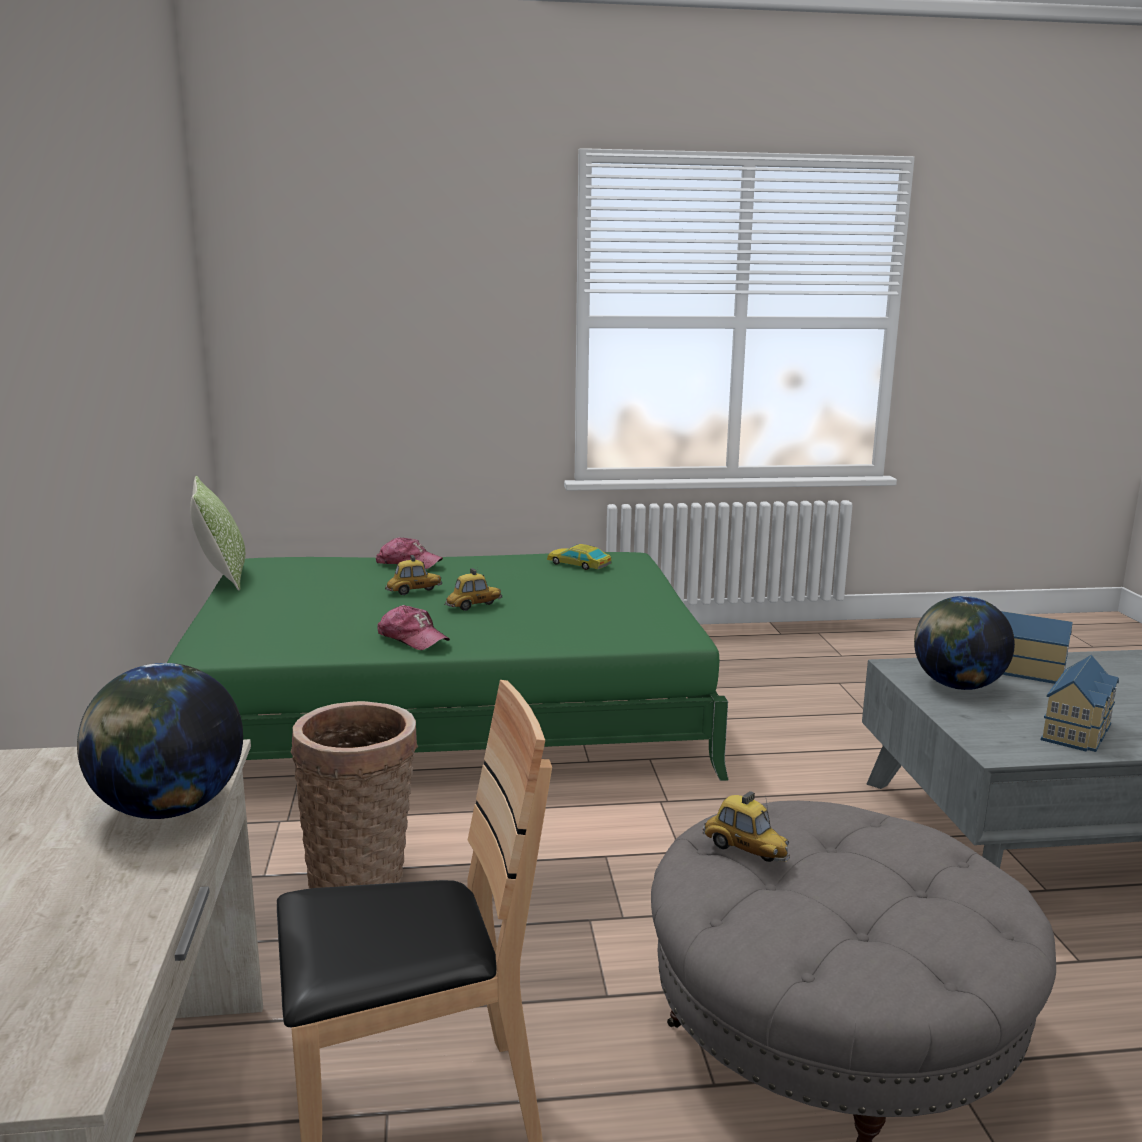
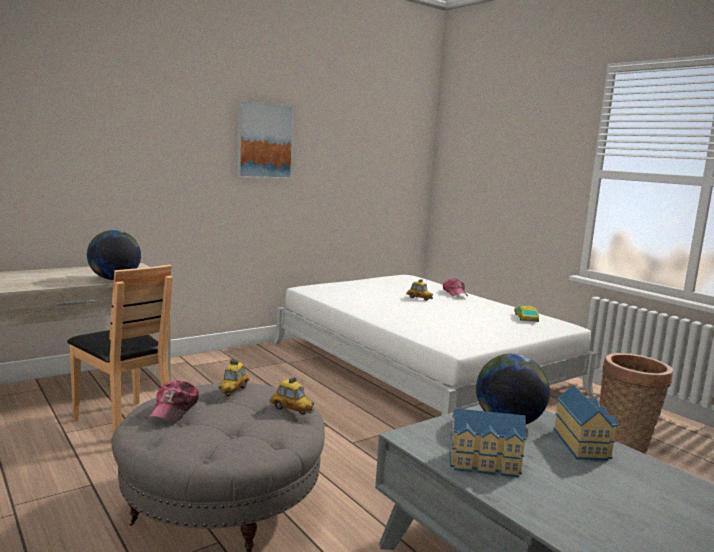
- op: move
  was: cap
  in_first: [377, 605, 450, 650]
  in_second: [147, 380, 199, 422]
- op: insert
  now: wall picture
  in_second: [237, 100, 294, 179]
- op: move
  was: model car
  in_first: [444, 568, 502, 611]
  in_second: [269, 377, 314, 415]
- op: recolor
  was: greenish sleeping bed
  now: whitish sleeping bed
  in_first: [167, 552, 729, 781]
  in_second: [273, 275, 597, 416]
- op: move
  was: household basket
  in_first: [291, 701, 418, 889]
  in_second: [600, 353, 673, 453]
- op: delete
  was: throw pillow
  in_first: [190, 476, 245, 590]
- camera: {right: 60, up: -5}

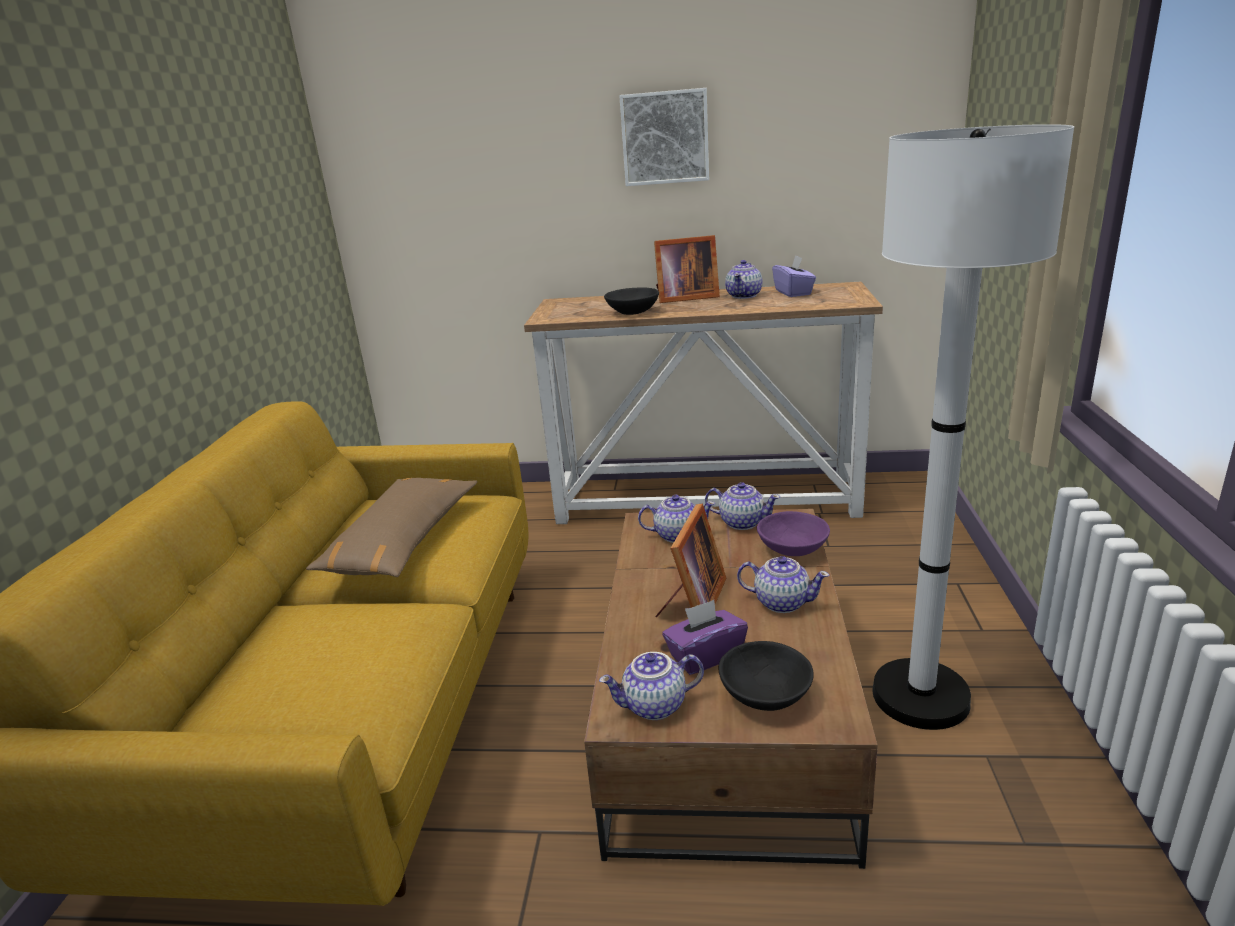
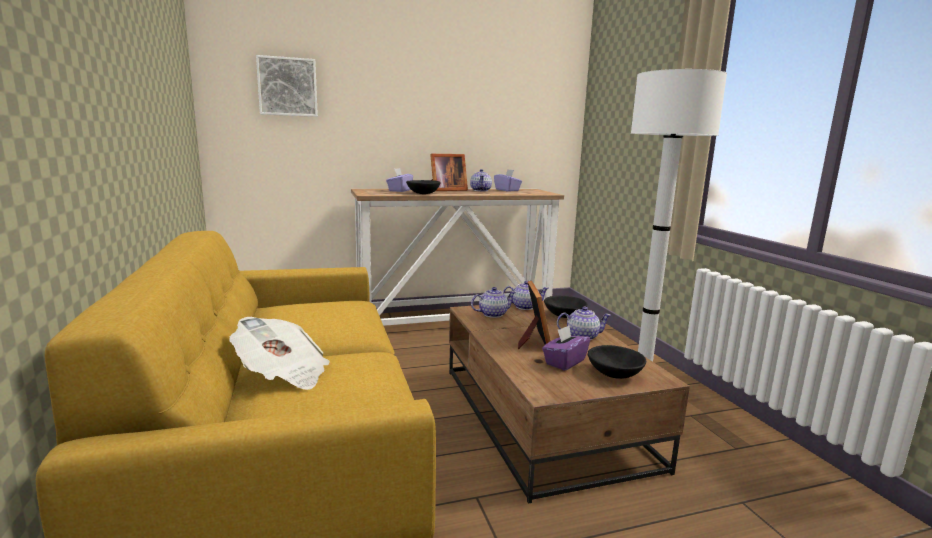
- op: insert
  now: daily paper
  in_second: [230, 317, 330, 390]
- op: move
  was: wall picture
  in_first: [619, 88, 709, 186]
  in_second: [256, 55, 318, 117]
- op: insert
  now: purplish box of tissues
  in_second: [386, 168, 413, 192]
- op: recolor
  was: purplish deep dish
  now: black-coloured deep dish
  in_first: [757, 511, 830, 556]
  in_second: [544, 296, 587, 318]
- op: delete
  was: brown-coloured throw pillow
  in_first: [306, 478, 477, 577]
- op: delete
  was: pot for tea
  in_first: [599, 652, 704, 720]
- camera: {right: -25, up: -10}

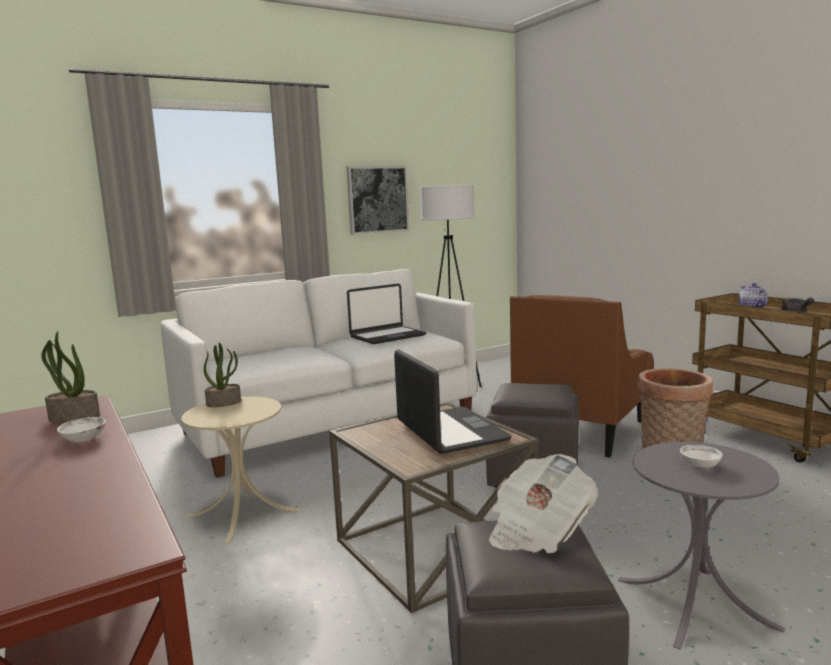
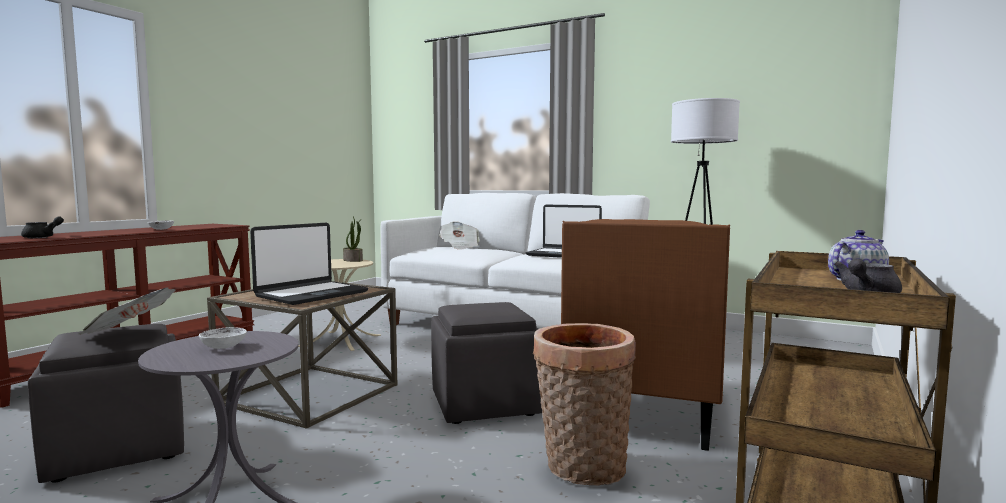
- op: insert
  now: black-coloured pot for tea
  in_second: [21, 216, 64, 238]
- op: insert
  now: daily paper
  in_second: [439, 221, 480, 250]
- op: rotate
  was: brown-coloured easy chair
  in_first: [510, 295, 654, 458]
  in_second: [561, 219, 730, 451]
  clockwise: -75
- op: delete
  was: plant in a pot
  in_first: [41, 331, 100, 423]
- op: delete
  was: wall picture
  in_first: [346, 166, 410, 235]
- camera: {right: 60, up: -5}

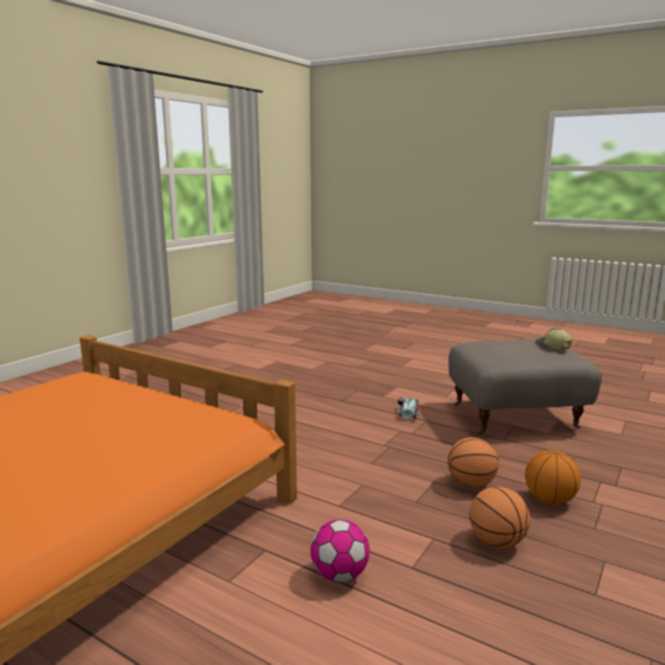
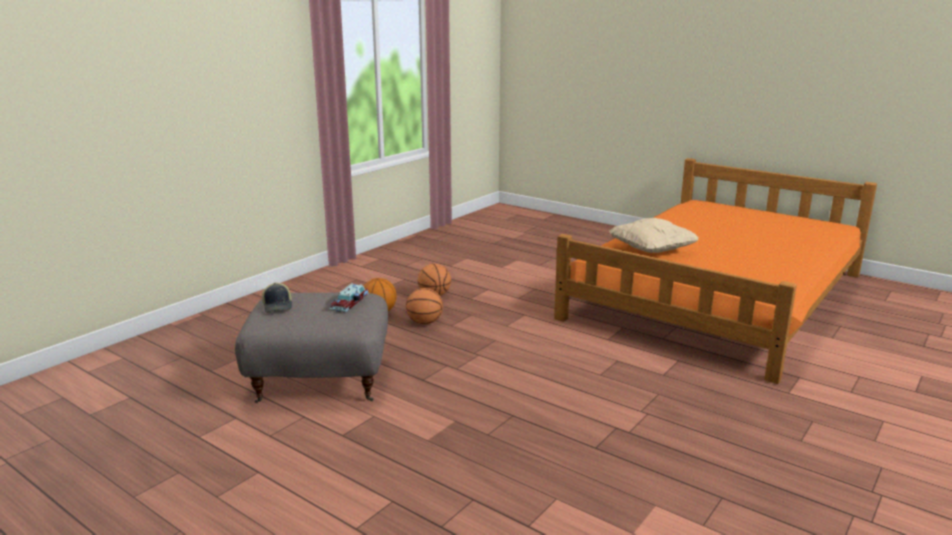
- op: move
  was: model car
  in_first: [397, 396, 419, 421]
  in_second: [330, 283, 369, 312]
- op: insert
  now: beige throw pillow
  in_second: [609, 218, 698, 253]
- op: delete
  was: football
  in_first: [311, 519, 370, 582]
- camera: {right: -175, up: 5}

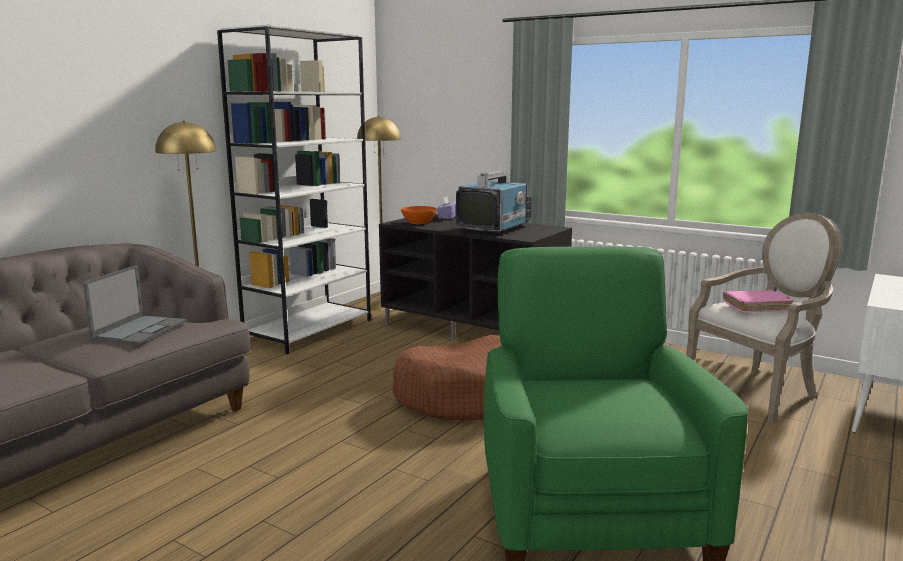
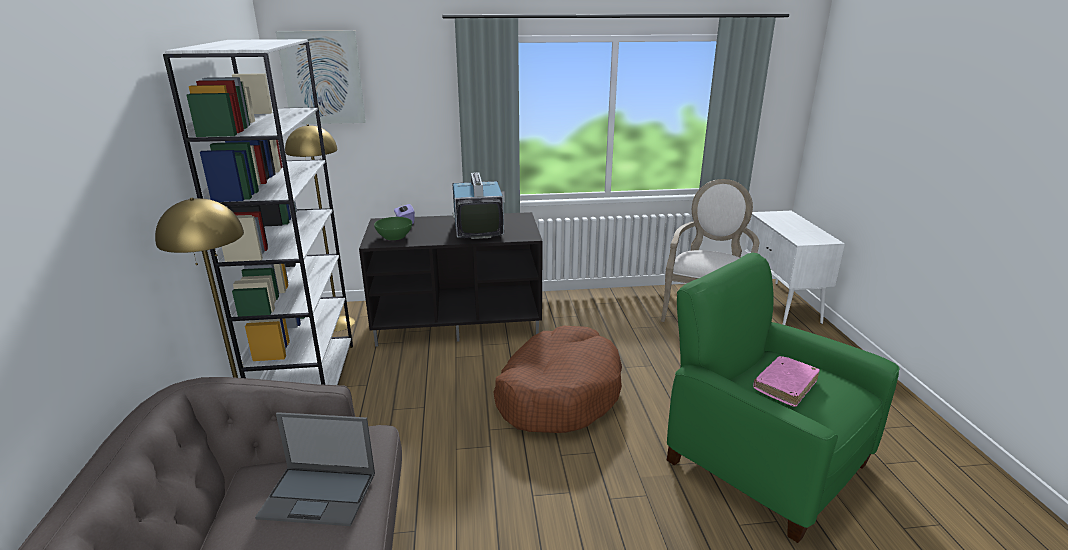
- op: rotate
  was: portable computer
  in_first: [83, 265, 187, 344]
  in_second: [255, 412, 375, 526]
  clockwise: 120
- op: insert
  now: wall picture
  in_second: [276, 31, 366, 124]
- op: recolor
  was: orange-coloured deep dish
  now: greenish deep dish
  in_first: [401, 206, 437, 224]
  in_second: [374, 217, 412, 240]
- op: move
  was: pinkish volume
  in_first: [723, 291, 794, 313]
  in_second: [753, 356, 820, 407]
- camera: {right: -40, up: 10}

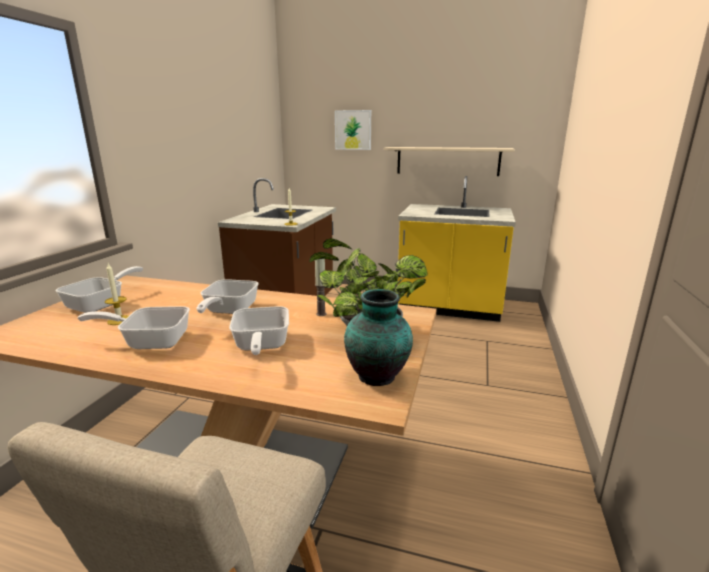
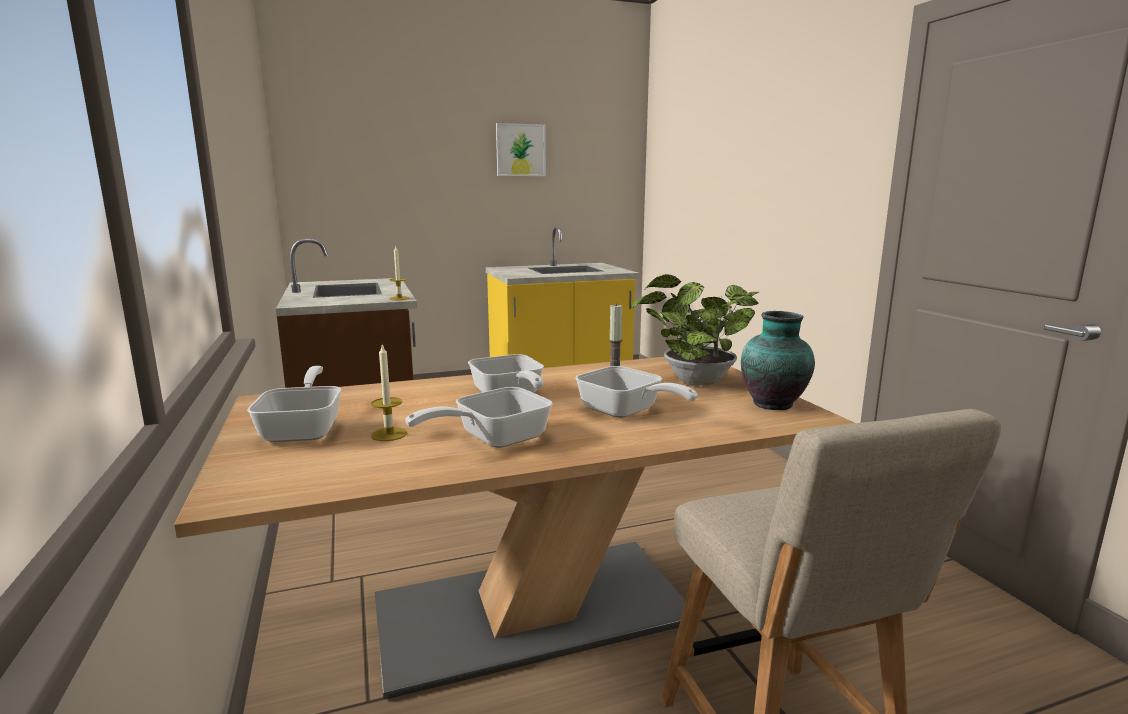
- op: move
  was: wall picture
  in_first: [335, 110, 371, 150]
  in_second: [496, 123, 546, 176]
- op: delete
  was: beige wall shelf
  in_first: [384, 147, 515, 176]
- camera: {right: -35, up: -5}

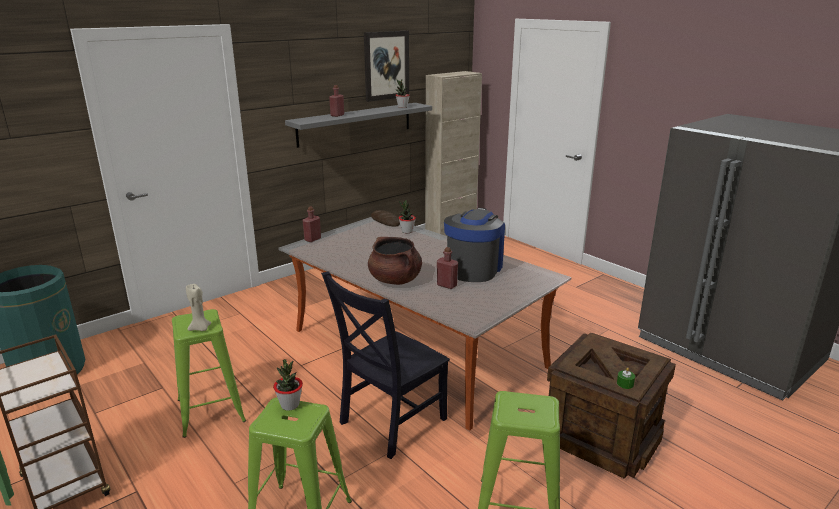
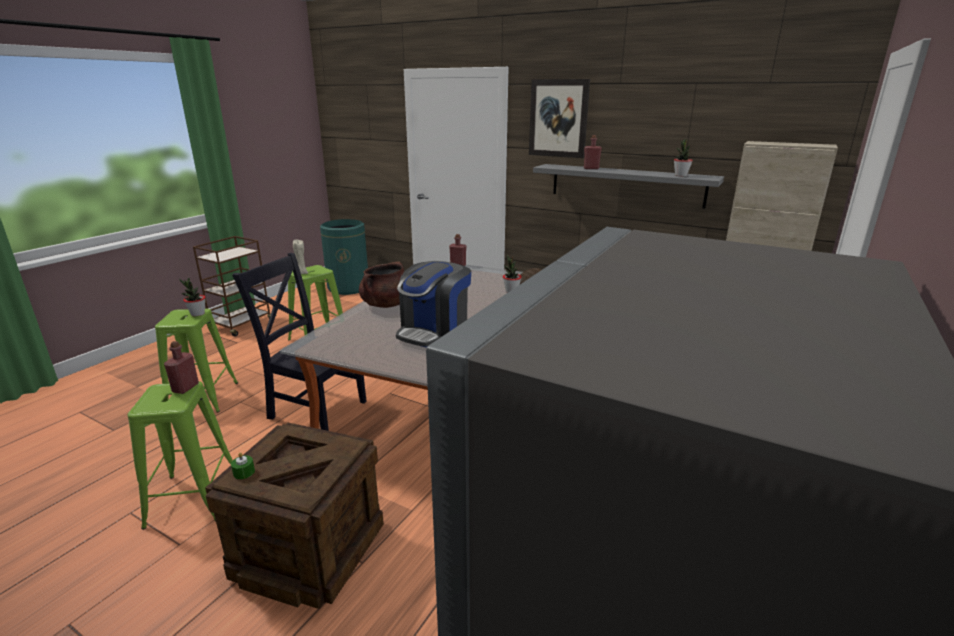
- op: move
  was: red-coloured beverage bottle
  in_first: [437, 247, 458, 289]
  in_second: [164, 341, 199, 394]
- op: rotate
  was: coffee maker
  in_first: [444, 208, 505, 282]
  in_second: [396, 261, 471, 347]
  clockwise: 120
- op: move
  was: wall picture
  in_first: [364, 31, 409, 102]
  in_second: [529, 79, 590, 158]
- camera: {right: 70, up: 0}

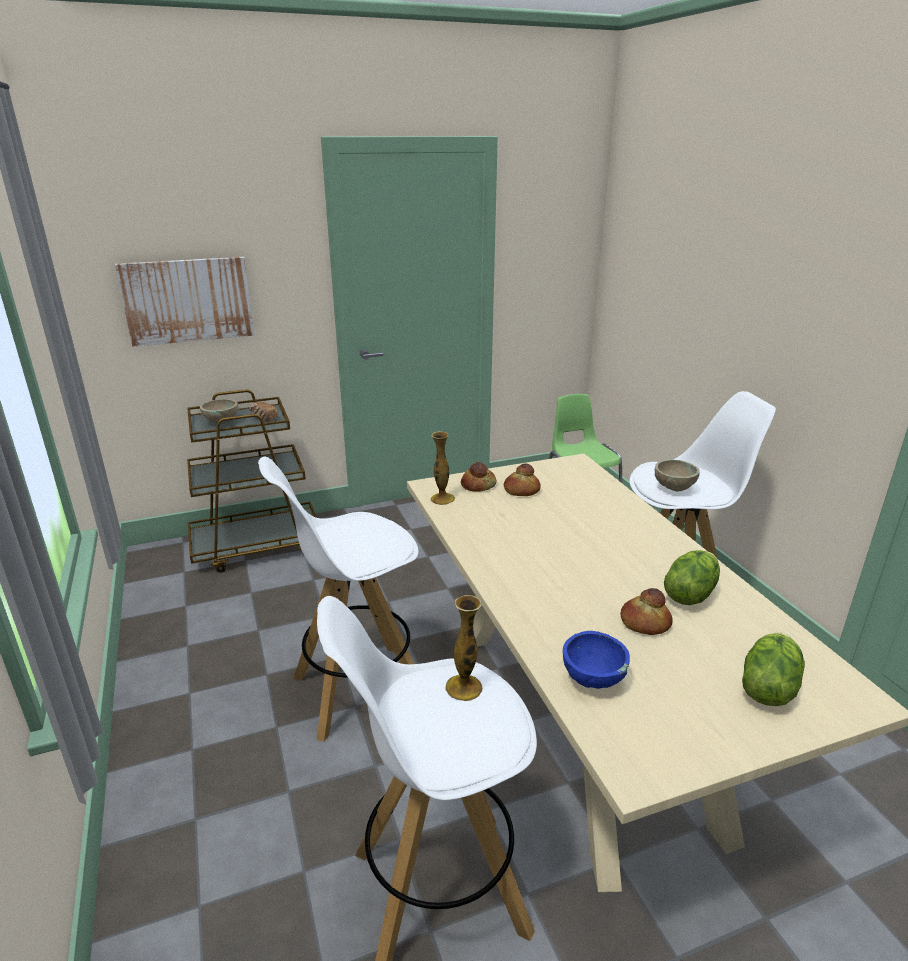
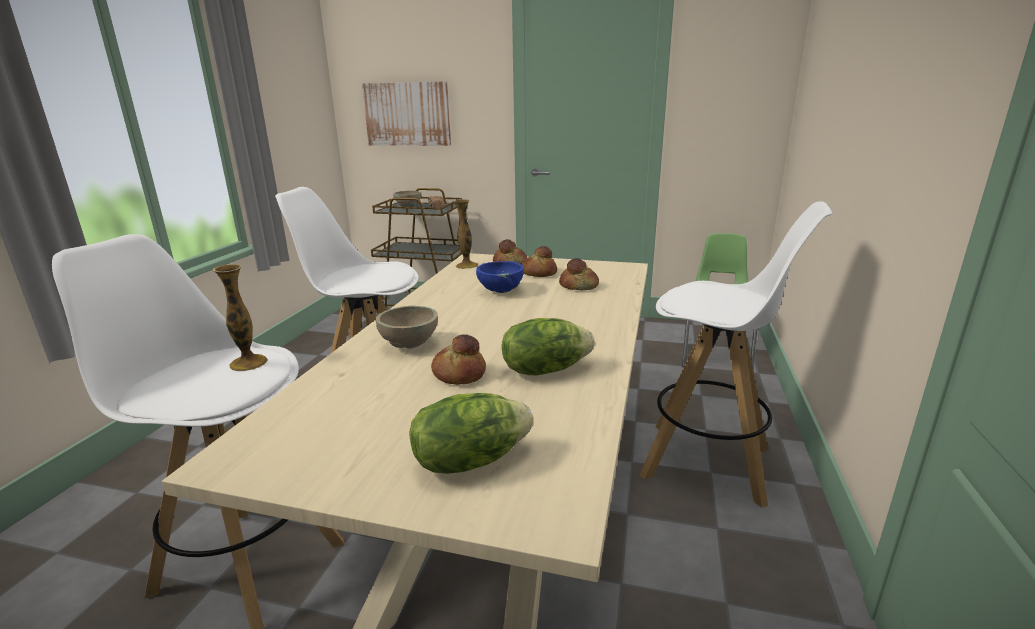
- op: move
  was: beige deep dish
  in_first: [655, 460, 700, 491]
  in_second: [375, 305, 438, 348]
- op: move
  was: blue-coloured deep dish
  in_first: [563, 631, 630, 689]
  in_second: [476, 261, 524, 293]
- op: insert
  now: baked bread
  in_second: [559, 258, 599, 290]
- camera: {right: 35, up: -5}

